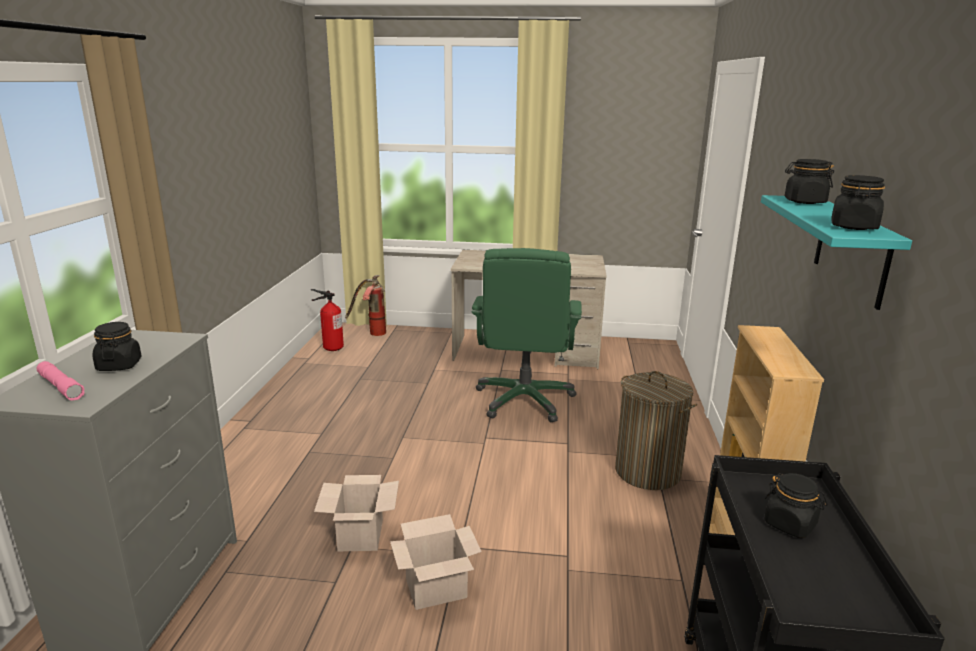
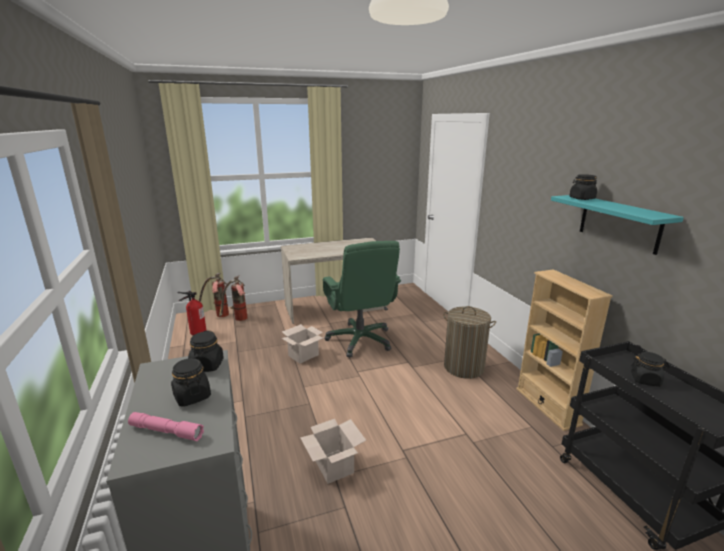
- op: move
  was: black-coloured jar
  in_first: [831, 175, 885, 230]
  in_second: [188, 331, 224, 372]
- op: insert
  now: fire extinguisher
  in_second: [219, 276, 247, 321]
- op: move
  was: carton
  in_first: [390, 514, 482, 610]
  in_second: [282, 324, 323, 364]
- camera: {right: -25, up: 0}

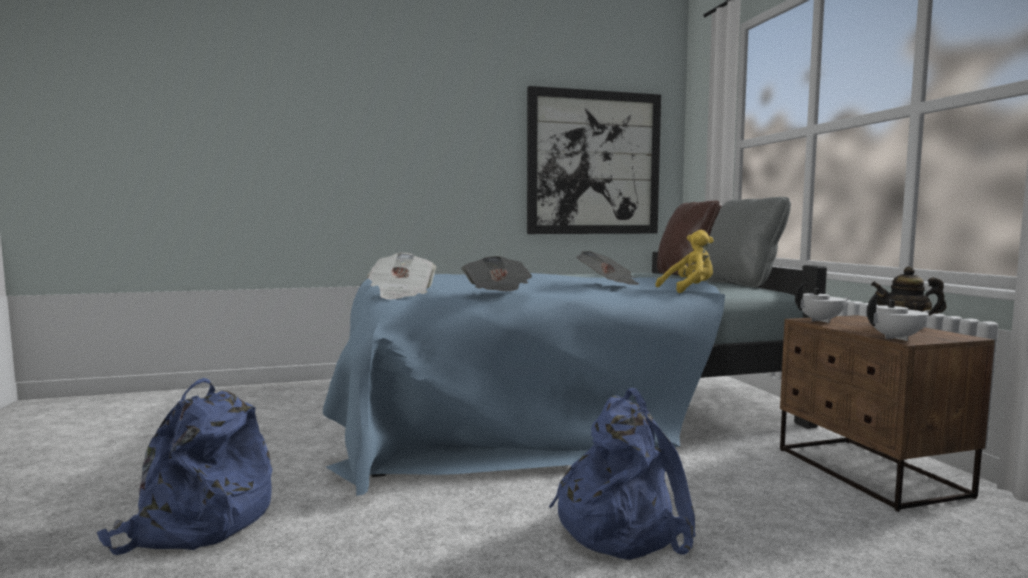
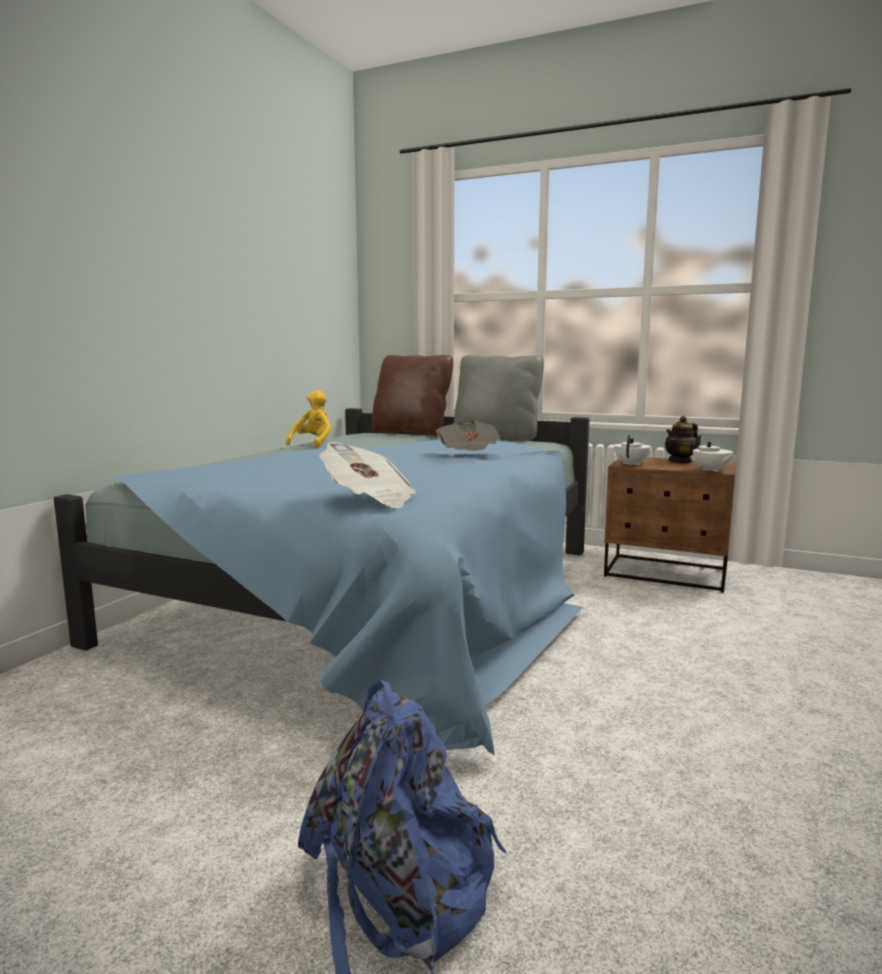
- op: move
  was: yellowish cuddly toy
  in_first: [656, 230, 714, 293]
  in_second: [286, 390, 331, 449]
- op: rotate
  was: whitish pot for tea
  in_first: [867, 294, 931, 341]
  in_second: [693, 435, 734, 472]
  clockwise: 135
- op: delete
  was: daily paper
  in_first: [461, 256, 532, 291]
- op: delete
  was: wall picture
  in_first: [527, 86, 661, 234]
- op: delete
  was: blue-coloured backpack
  in_first: [549, 388, 696, 560]
- camera: {right: -50, up: 5}

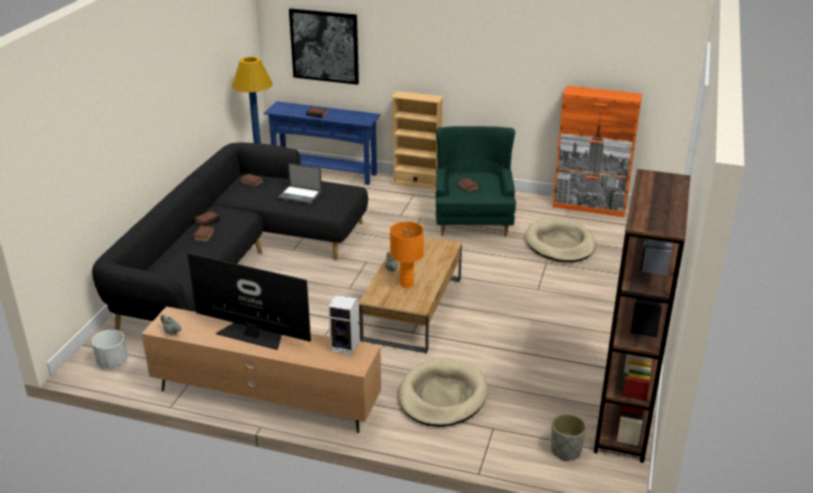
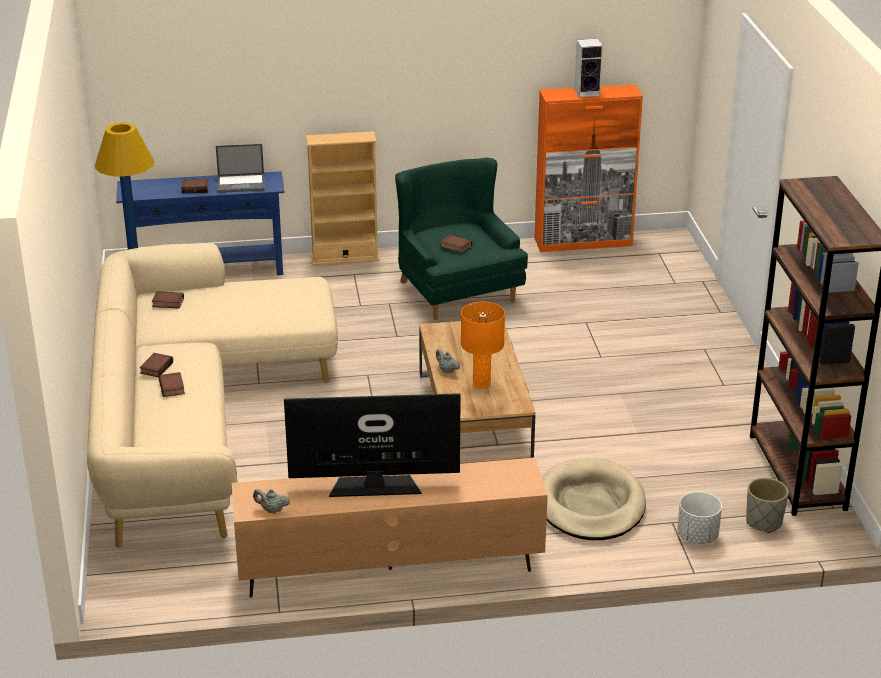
- op: recolor
  was: black-coloured sofa
  now: beige sofa
  in_first: [92, 143, 368, 331]
  in_second: [87, 244, 338, 548]
- op: move
  was: portable computer
  in_first: [278, 163, 322, 204]
  in_second: [216, 144, 265, 193]
- op: move
  was: speaker
  in_first: [328, 295, 358, 355]
  in_second: [574, 39, 603, 97]
- op: move
  was: whitish planter
  in_first: [92, 330, 128, 368]
  in_second: [677, 492, 722, 544]
- op: delete
  was: wall picture
  in_first: [289, 8, 359, 85]
- op: delete
  was: beige pet bed
  in_first: [525, 217, 596, 262]
- camera: {right: -25, up: 0}

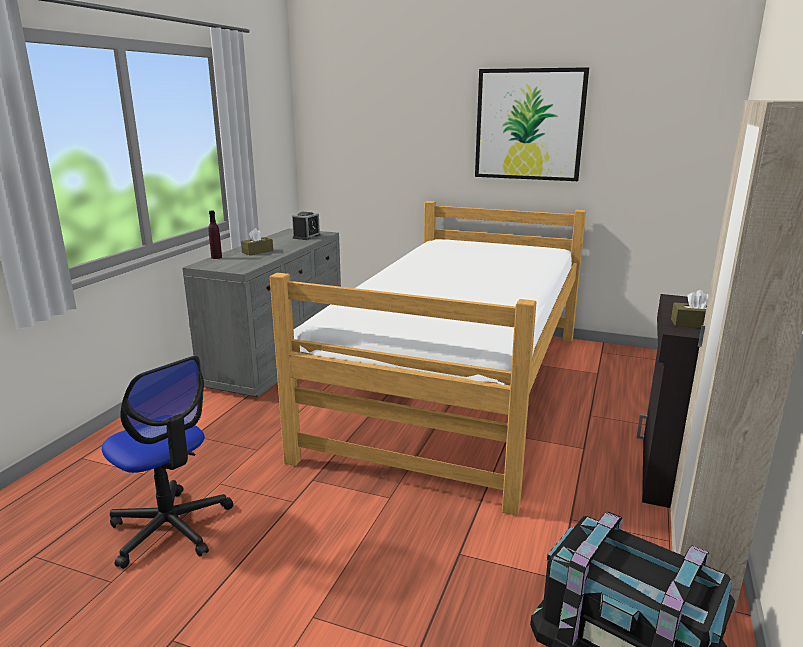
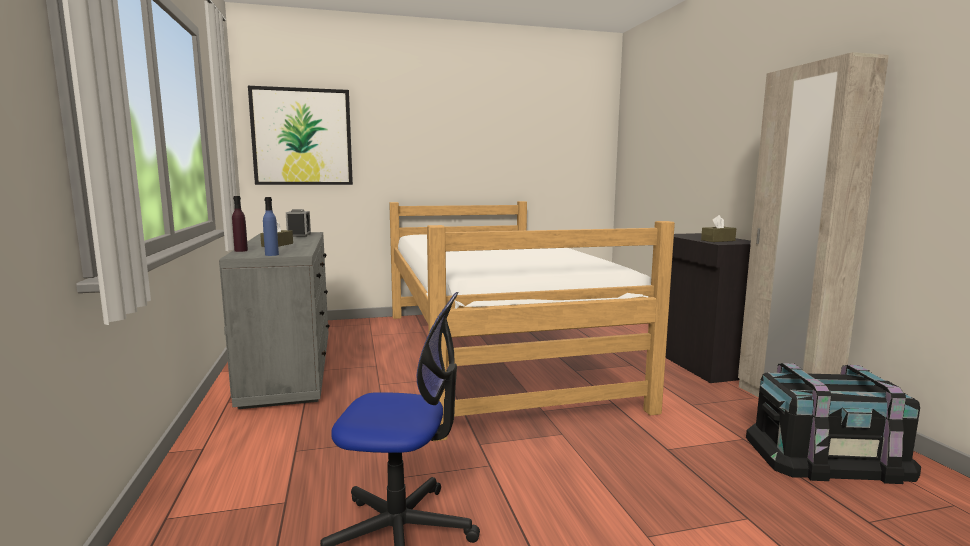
- op: move
  was: wall picture
  in_first: [475, 67, 589, 181]
  in_second: [248, 86, 353, 185]
- op: insert
  now: blue-coloured beverage bottle
  in_second: [263, 197, 279, 256]
- camera: {right: -35, up: -10}

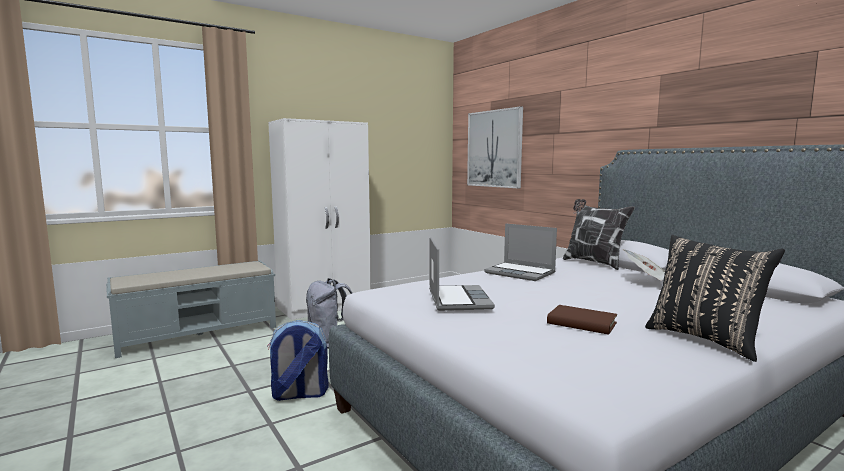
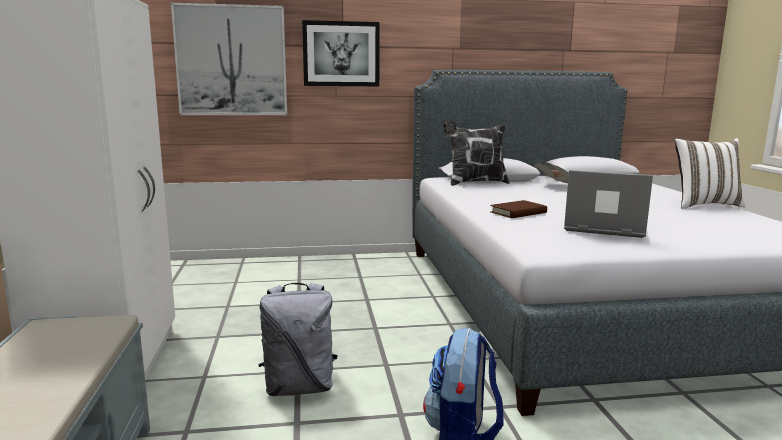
- op: insert
  now: wall picture
  in_second: [302, 20, 380, 86]
- op: move
  was: brown-coloured volume
  in_first: [547, 305, 617, 335]
  in_second: [490, 200, 547, 218]
- op: recolor
  was: black-coloured throw pillow
  now: whitish throw pillow
  in_first: [645, 235, 785, 362]
  in_second: [675, 138, 746, 209]
- op: delete
  was: portable computer
  in_first: [484, 223, 557, 281]
- camera: {right: -65, up: 5}

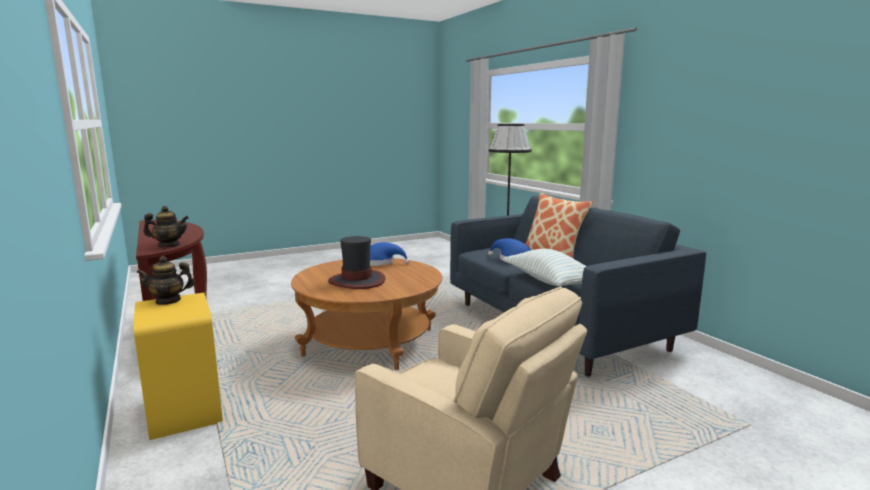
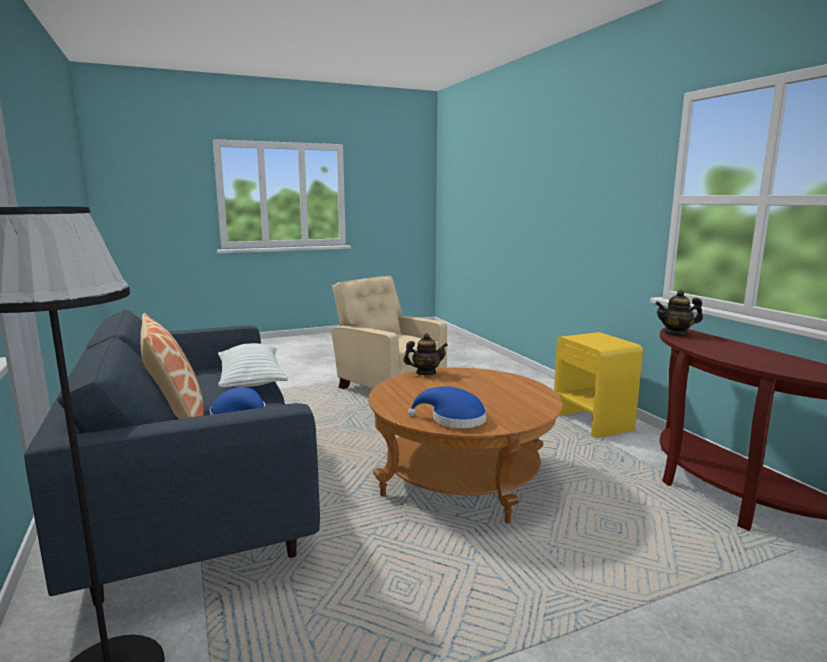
- op: move
  was: pot for tea
  in_first: [136, 256, 195, 305]
  in_second: [403, 333, 448, 375]
- op: delete
  was: wearable hat
  in_first: [328, 236, 386, 289]
- camera: {right: -175, up: 0}

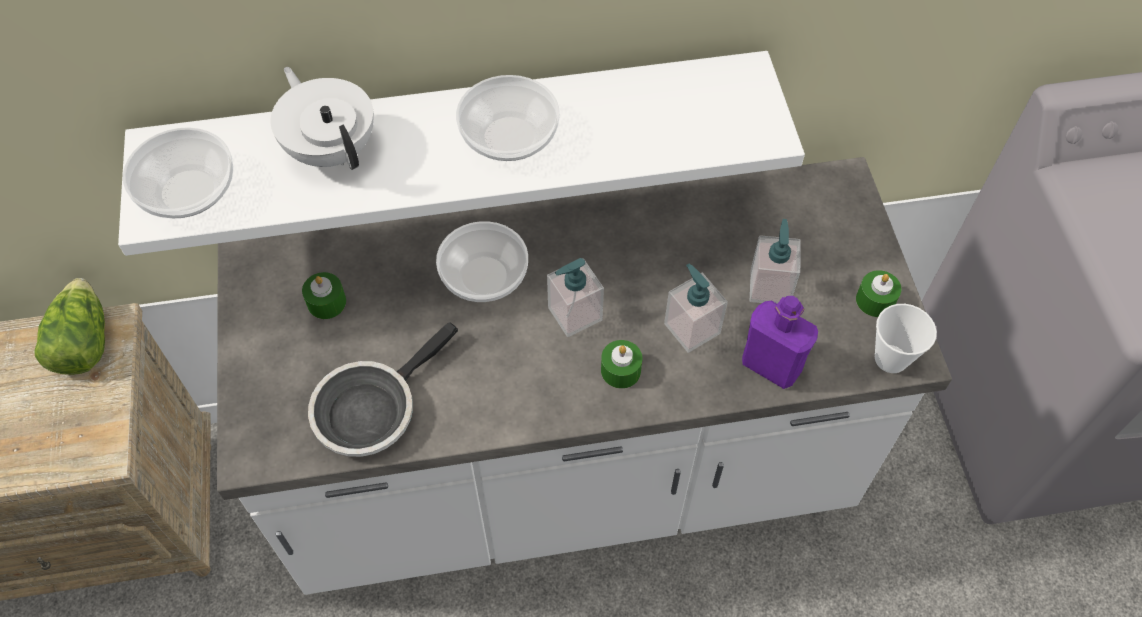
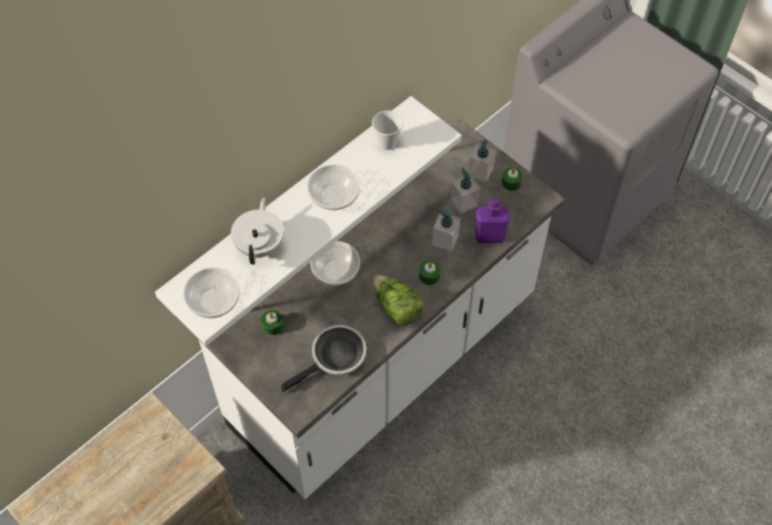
- op: rotate
  was: whitish pot for tea
  in_first: [270, 67, 374, 170]
  in_second: [231, 197, 284, 264]
  clockwise: 75
- op: rotate
  was: frying pan
  in_first: [308, 322, 458, 457]
  in_second: [281, 325, 366, 392]
  clockwise: -135
- op: move
  was: small cup
  in_first: [875, 304, 937, 373]
  in_second: [372, 111, 403, 150]
- op: move
  was: lettuce
  in_first: [34, 278, 105, 375]
  in_second: [373, 275, 424, 326]
- op: move
  was: soap dispenser
  in_first: [547, 258, 604, 337]
  in_second: [468, 140, 496, 182]
- camera: {right: -35, up: 0}

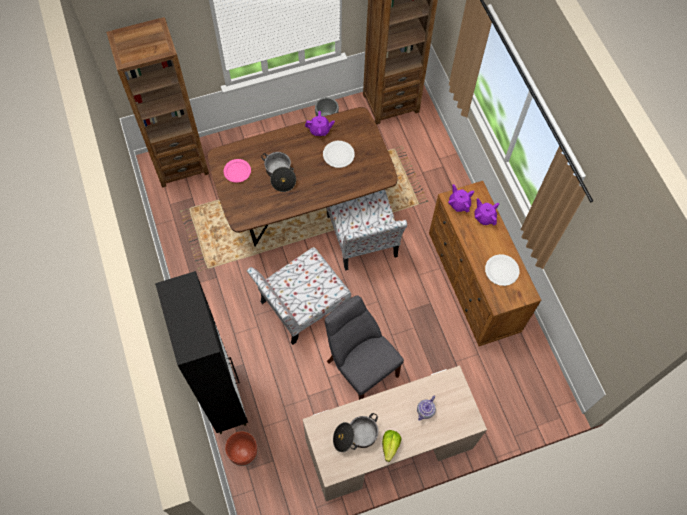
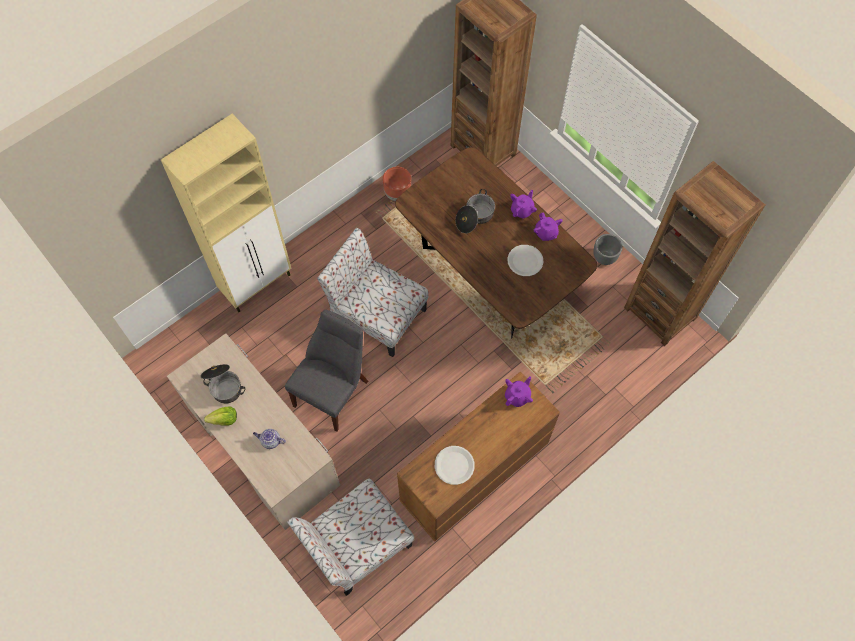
- op: recolor
  was: black-coloured cupboard
  now: beige cupboard
  in_first: [155, 271, 248, 434]
  in_second: [161, 114, 292, 312]
- op: move
  was: plain chair
  in_first: [327, 189, 407, 271]
  in_second: [287, 478, 414, 596]
- op: move
  was: brown-coloured planter
  in_first: [225, 432, 258, 466]
  in_second: [383, 167, 411, 201]
- op: move
  was: purplish pot for tea
  in_first: [474, 198, 499, 225]
  in_second: [510, 190, 537, 219]
- op: delete
  was: pinkish dinner plate
  in_first: [224, 159, 251, 183]
- camera: {right: 70, up: 0}

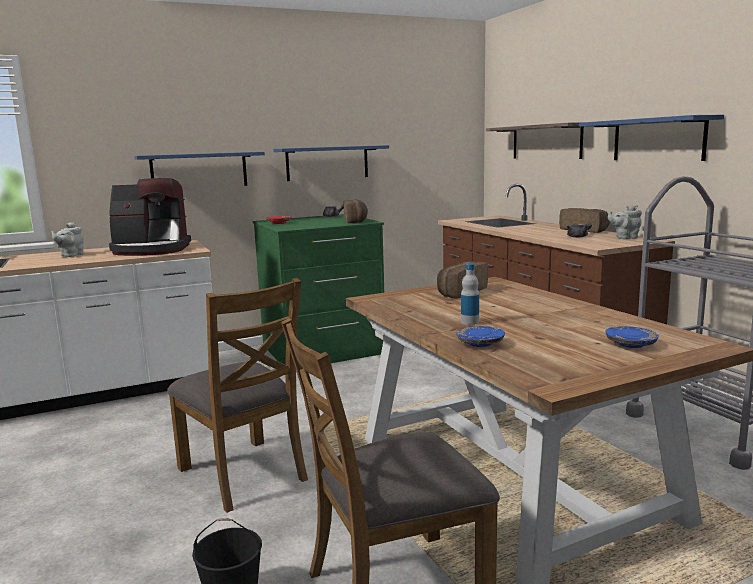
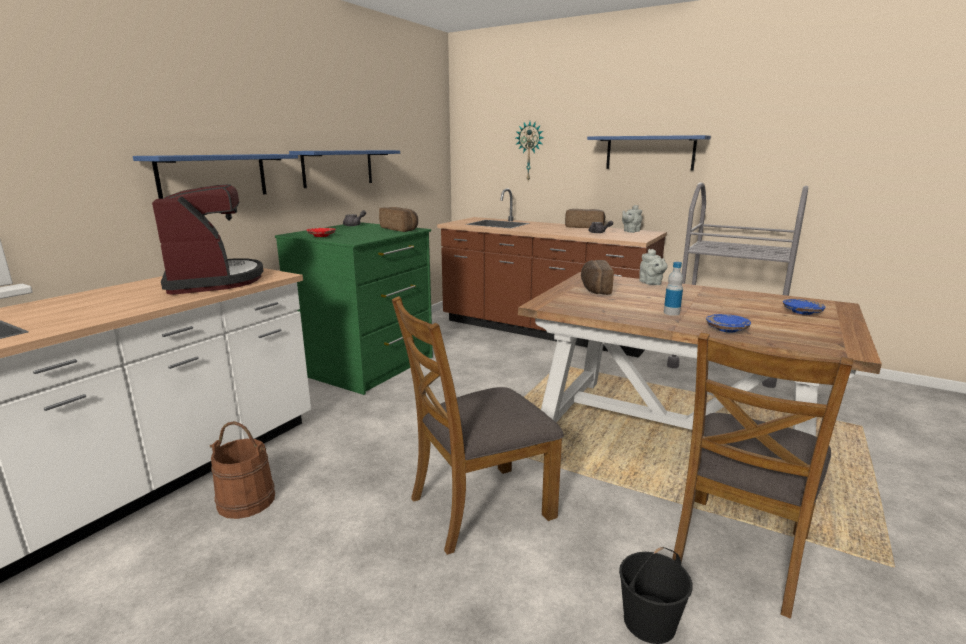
- op: rotate
  was: coffee maker
  in_first: [109, 178, 191, 256]
  in_second: [152, 184, 264, 295]
  clockwise: -75
- op: insert
  now: brown-coloured water bucket
  in_second: [210, 421, 275, 519]
- op: rotate
  was: brown-coloured plain chair
  in_first: [167, 278, 308, 513]
  in_second: [392, 296, 564, 555]
  clockwise: 135
- op: replace
  was: wall shelf
  now: wall clock
  in_first: [486, 122, 584, 159]
  in_second: [516, 121, 544, 181]
- op: move
  was: gray pot for tea
  in_first: [52, 222, 84, 257]
  in_second: [639, 249, 668, 285]
- camera: {right: -35, up: 5}

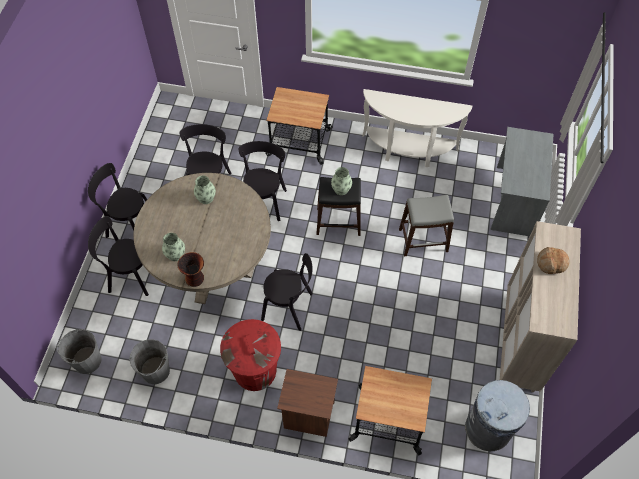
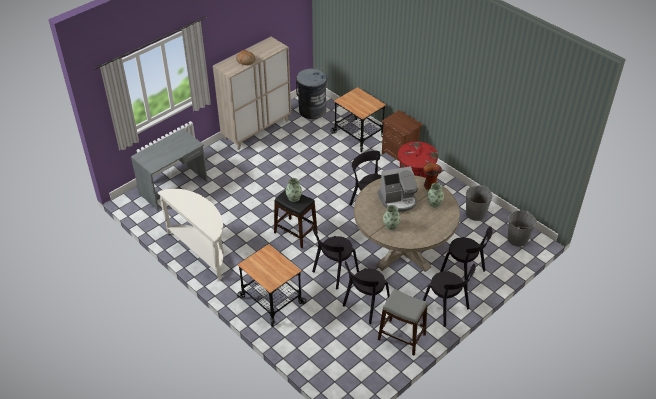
- op: insert
  now: coffee maker
  in_second: [378, 166, 418, 212]
- op: move
  was: gray stool seat
  in_first: [399, 195, 454, 257]
  in_second: [378, 289, 427, 355]
- camera: {right: -145, up: -15}

